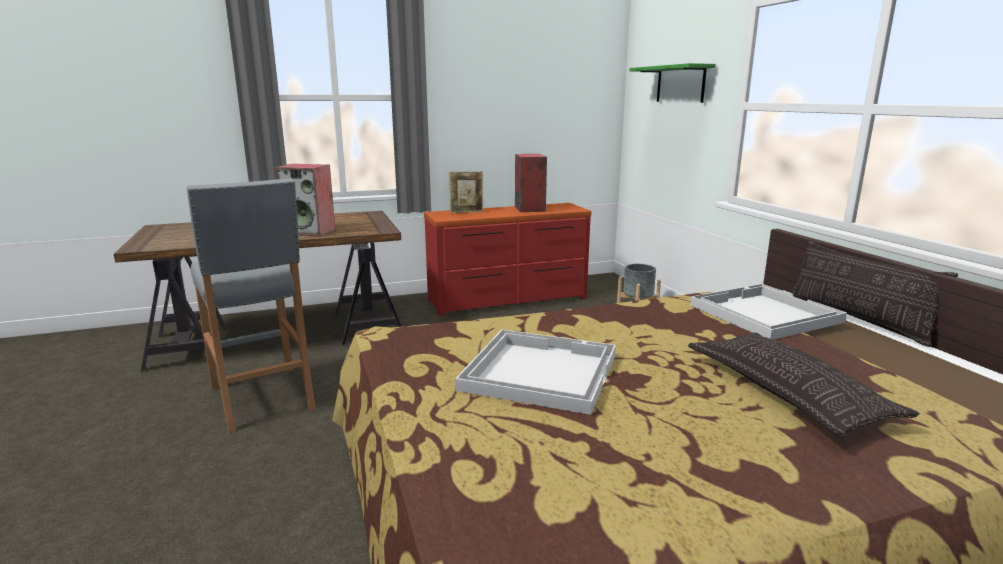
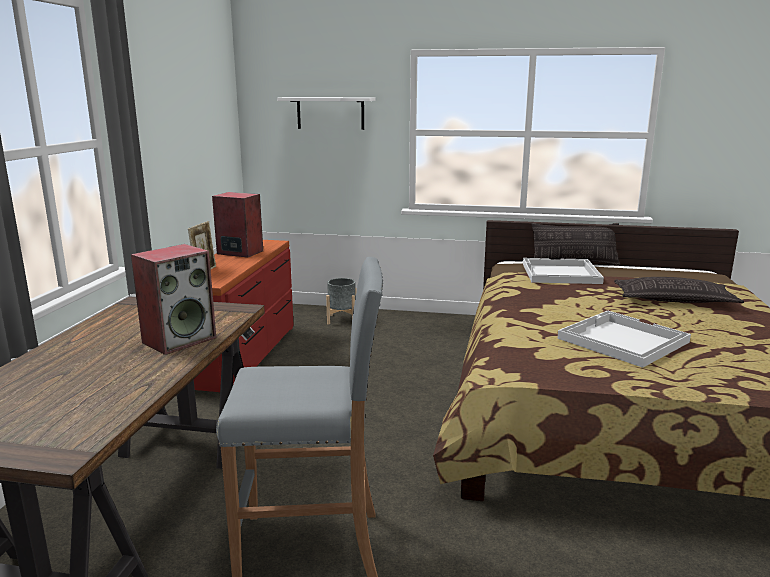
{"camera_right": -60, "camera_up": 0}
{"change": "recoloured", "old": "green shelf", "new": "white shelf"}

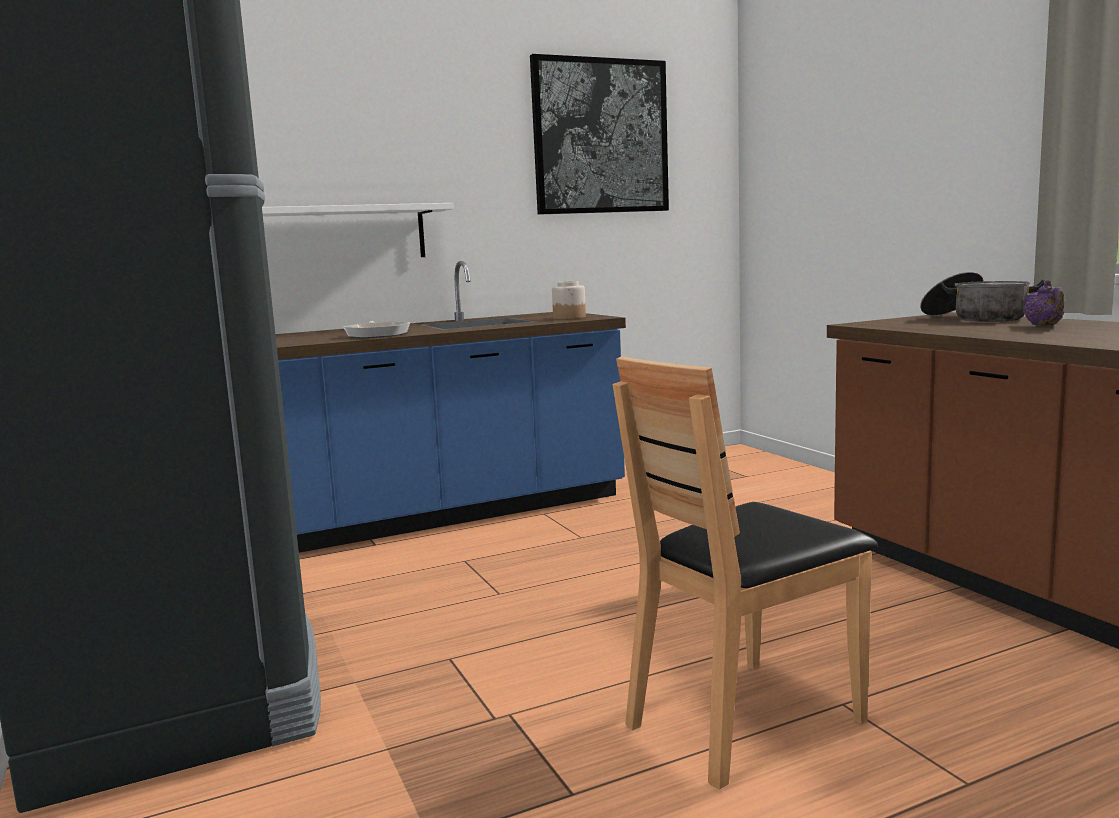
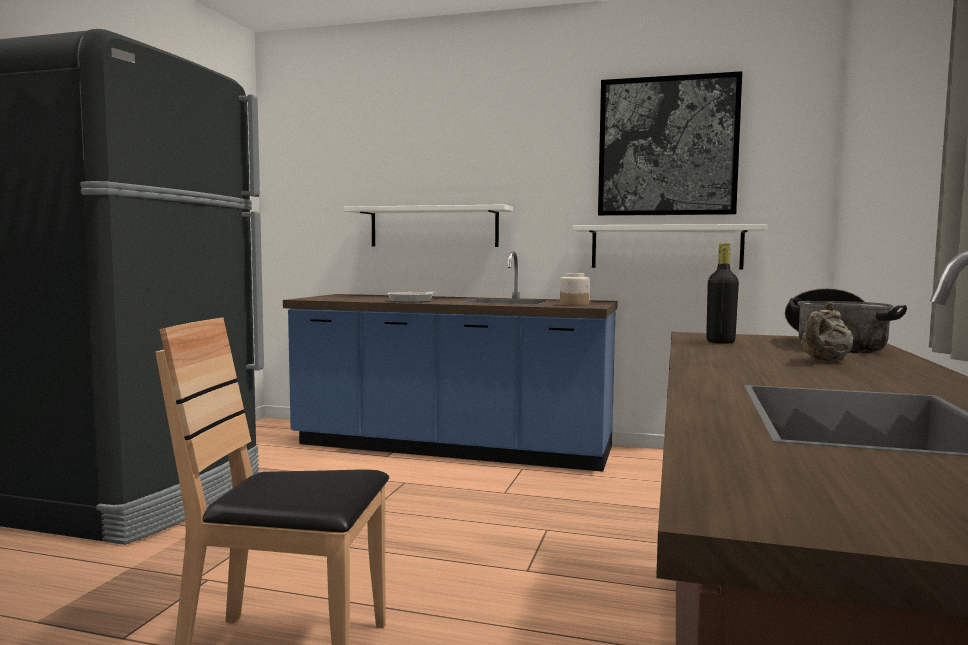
{"camera_right": 40, "camera_up": -5}
{"change": "recoloured", "old": "purple teapot", "new": "beige teapot"}
{"change": "added", "new": "white shelf (2nd from left)"}
{"change": "added", "new": "black bottle"}

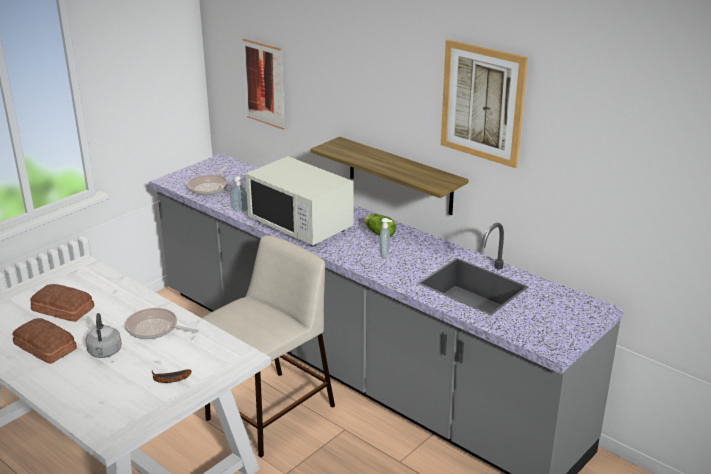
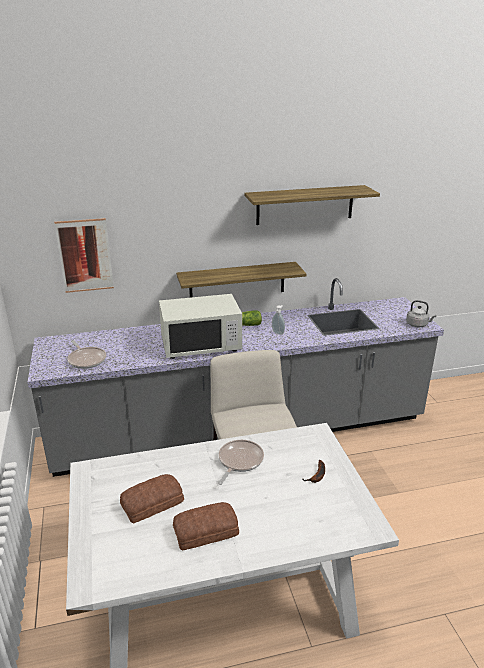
{"camera_right": -55, "camera_up": 0}
{"change": "replaced", "old": "picture (2nd from left)", "new": "shelf (2nd from left)"}
{"change": "removed", "old": "soap dispenser (1st from left)"}
{"change": "turned", "old": "frying pan (1st from left in the first image)", "degrees": 150}
{"change": "moved", "old": "grey kettle"}

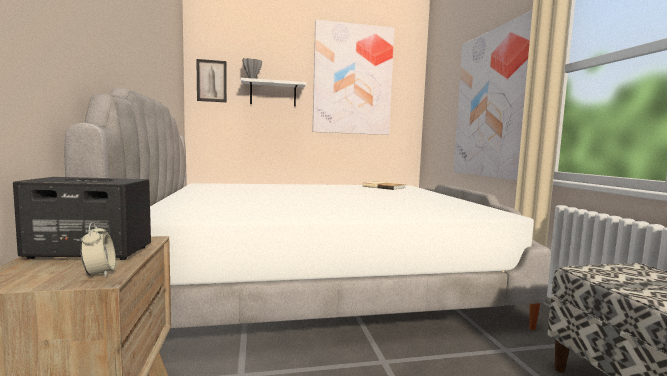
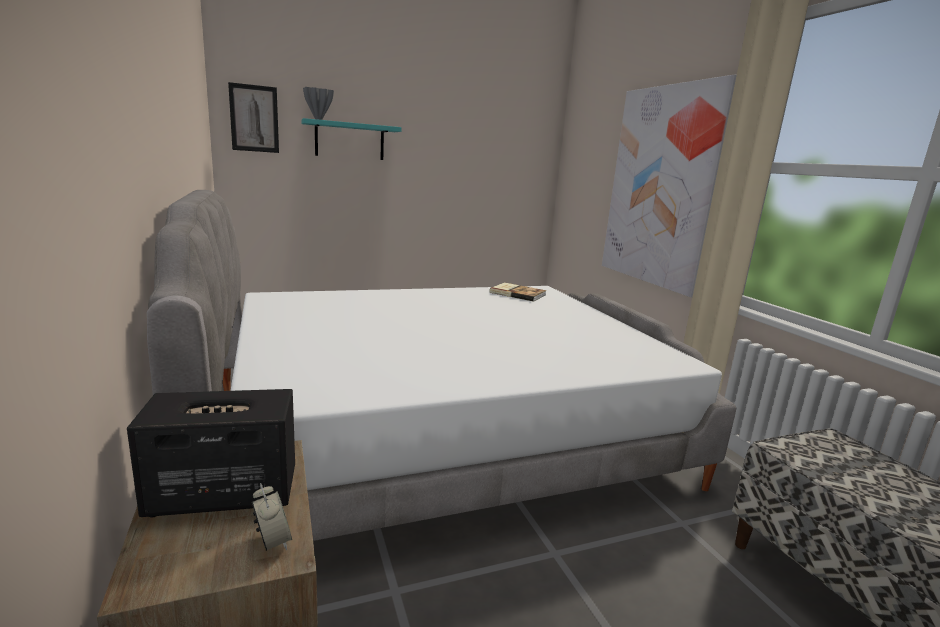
{"camera_right": -10, "camera_up": 10}
{"change": "removed", "old": "picture (2nd from left)"}
{"change": "recoloured", "old": "white shelf", "new": "turquoise shelf"}

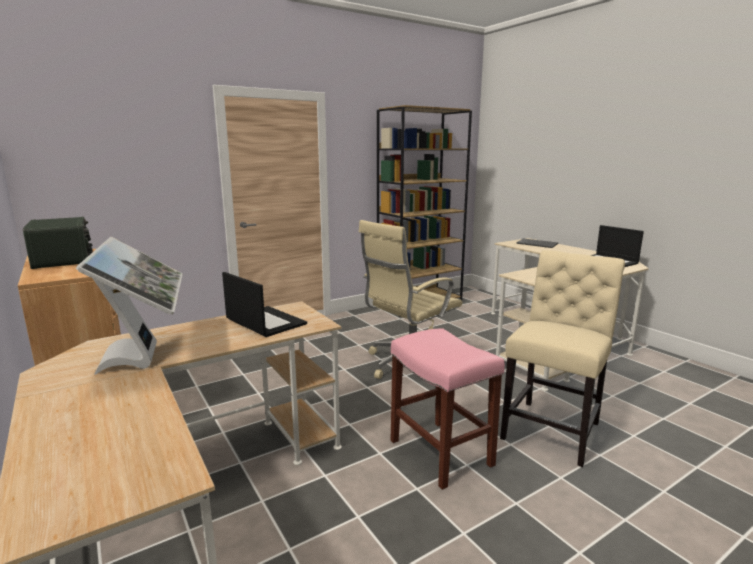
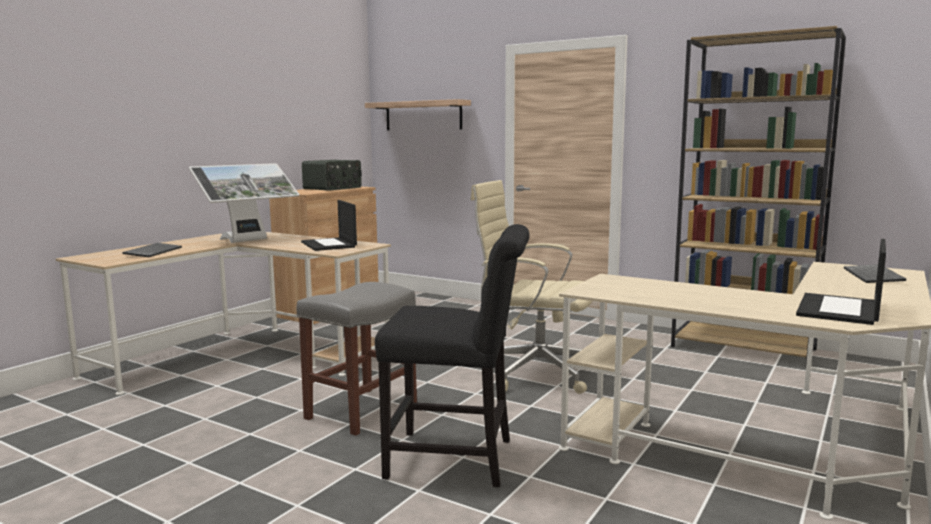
{"camera_right": 65, "camera_up": -5}
{"change": "recoloured", "old": "beige chair", "new": "black chair"}
{"change": "turned", "old": "laptop (1st from left)", "degrees": 135}
{"change": "recoloured", "old": "pink stool", "new": "grey stool"}
{"change": "added", "new": "shelf"}
{"change": "added", "new": "keyboard (1st from left)"}

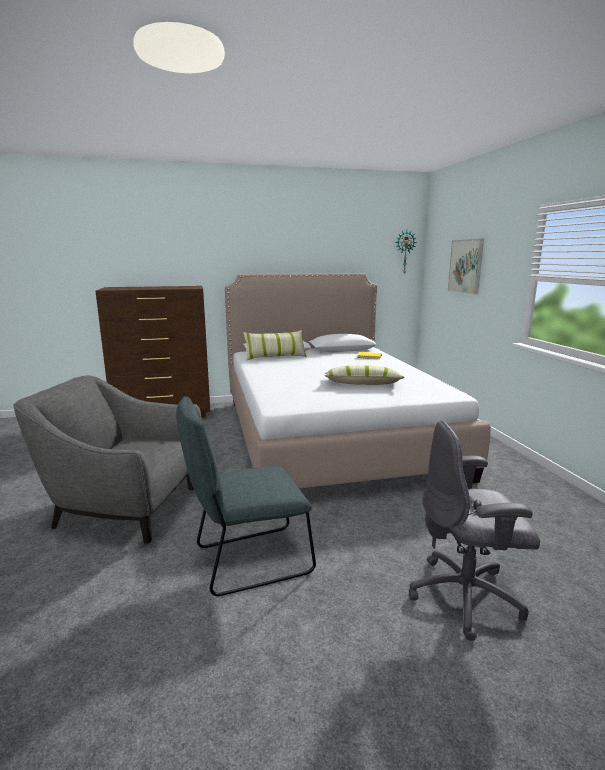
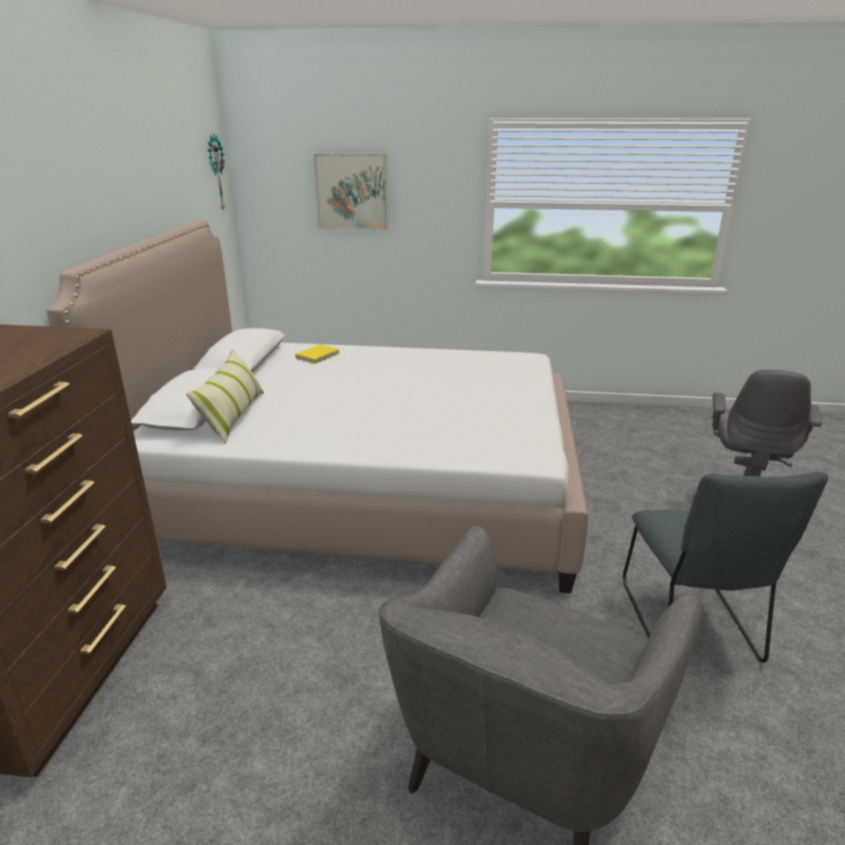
{"camera_right": -70, "camera_up": 10}
{"change": "removed", "old": "pillow (2nd from left)"}

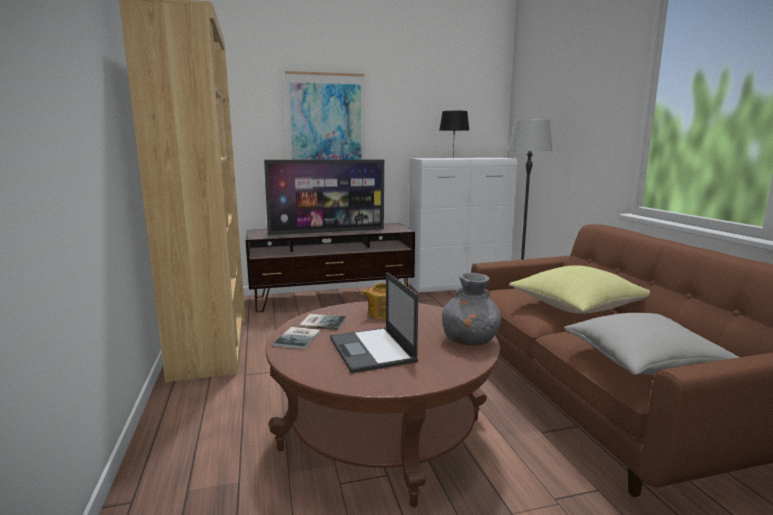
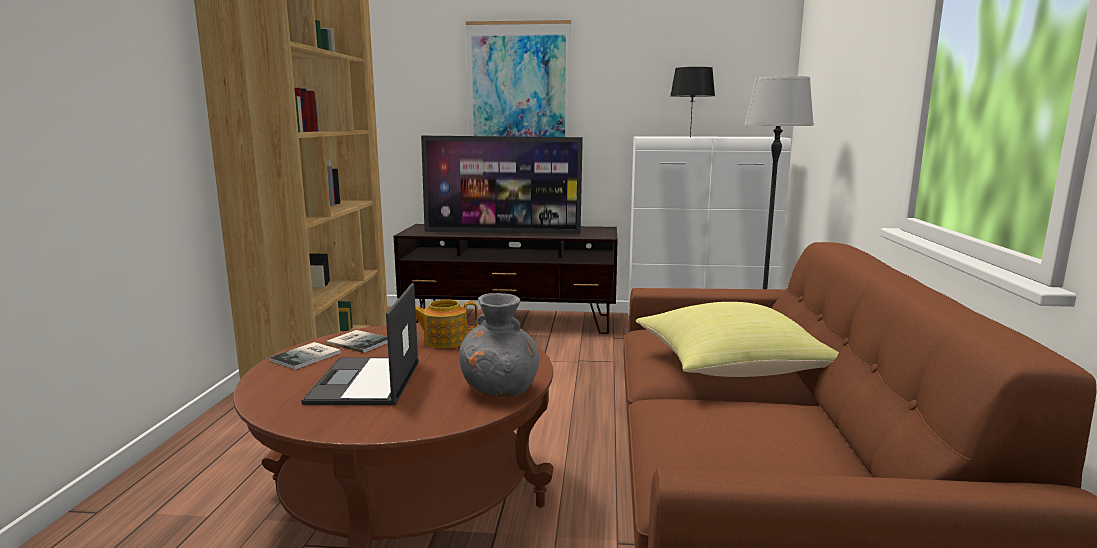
{"camera_right": 20, "camera_up": 0}
{"change": "removed", "old": "grey pillow"}

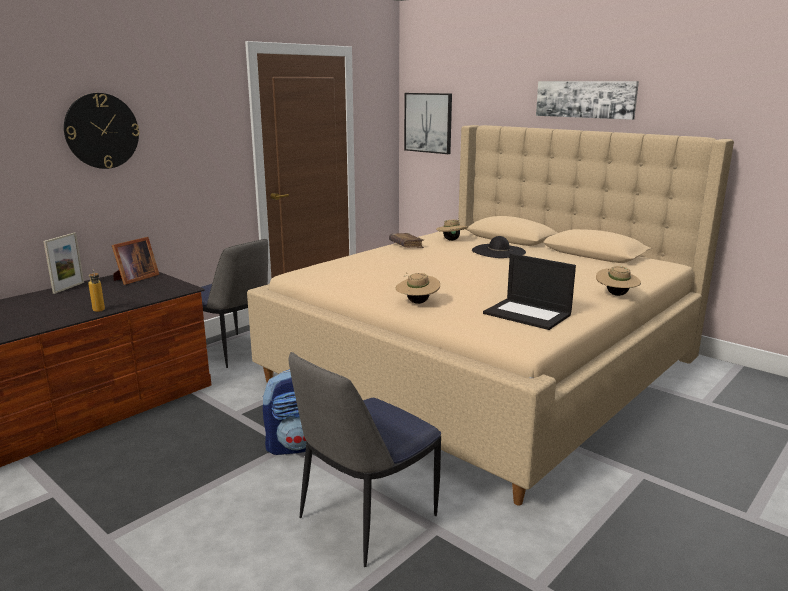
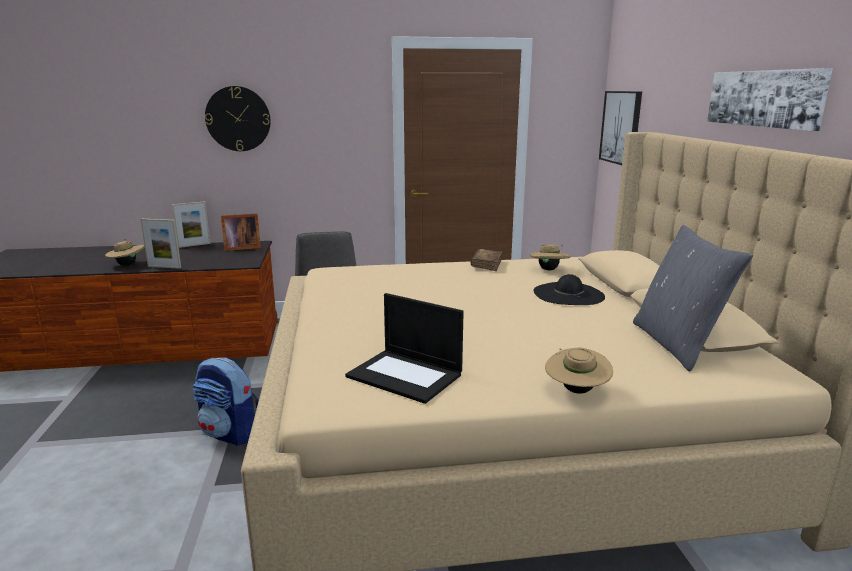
{"camera_right": 40, "camera_up": 0}
{"change": "turned", "old": "laptop", "degrees": -45}
{"change": "replaced", "old": "bottle", "new": "picture frame (1st from left)"}
{"change": "moved", "old": "beige hat (1st from left)"}
{"change": "removed", "old": "chair (2nd from left)"}
{"change": "added", "new": "grey pillow"}

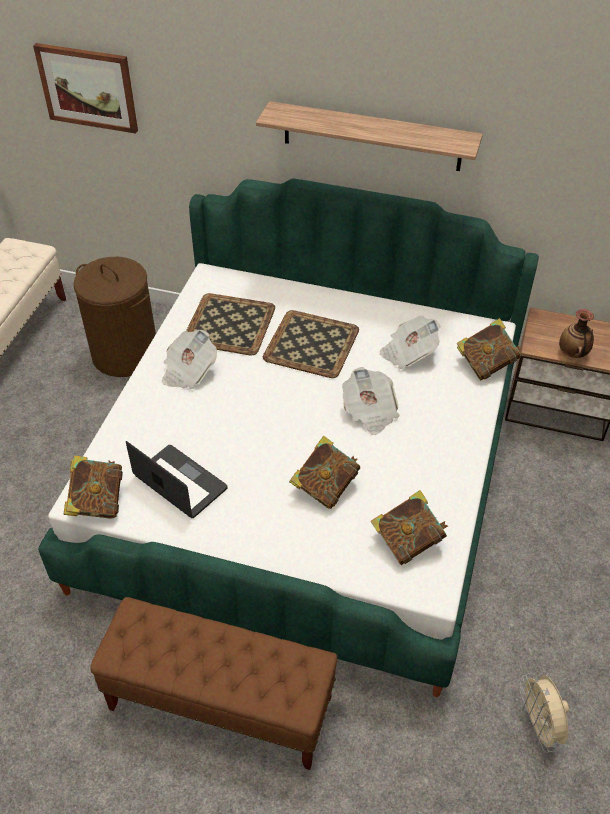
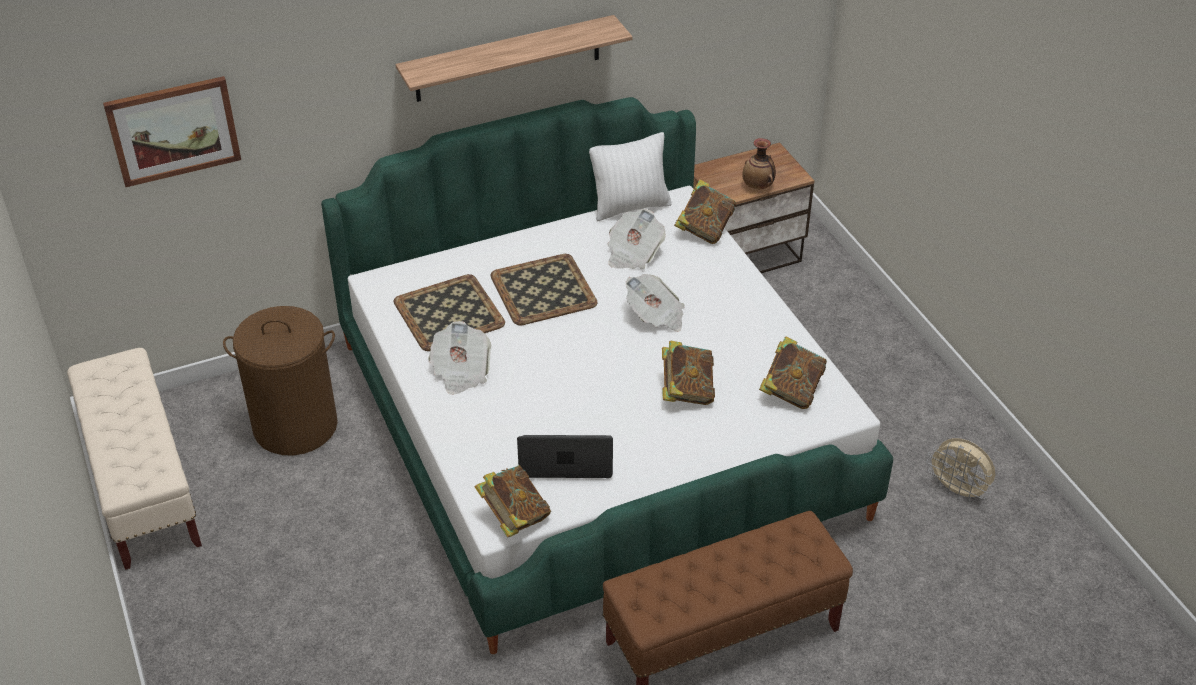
{"camera_right": -40, "camera_up": -5}
{"change": "added", "new": "white pillow"}

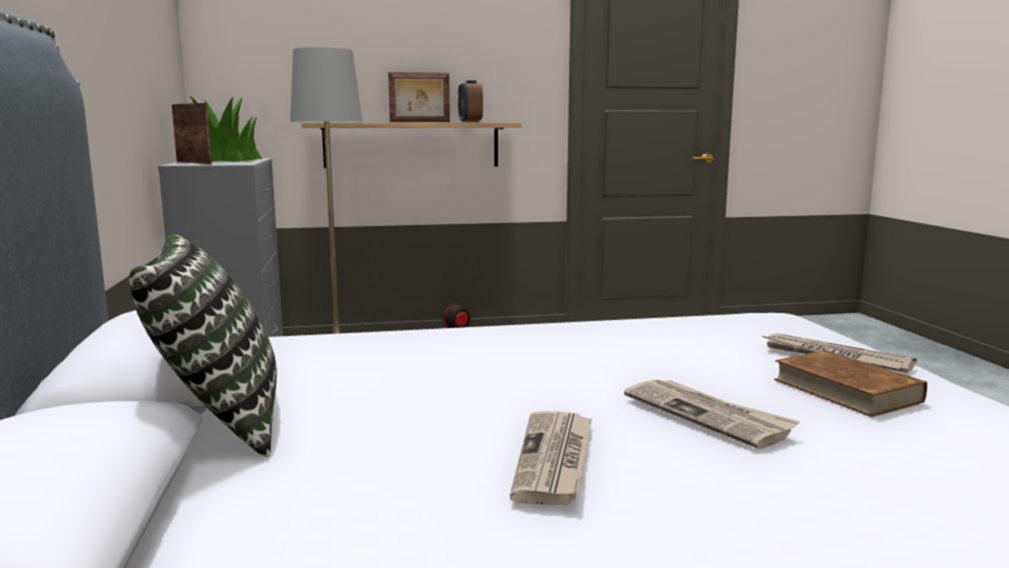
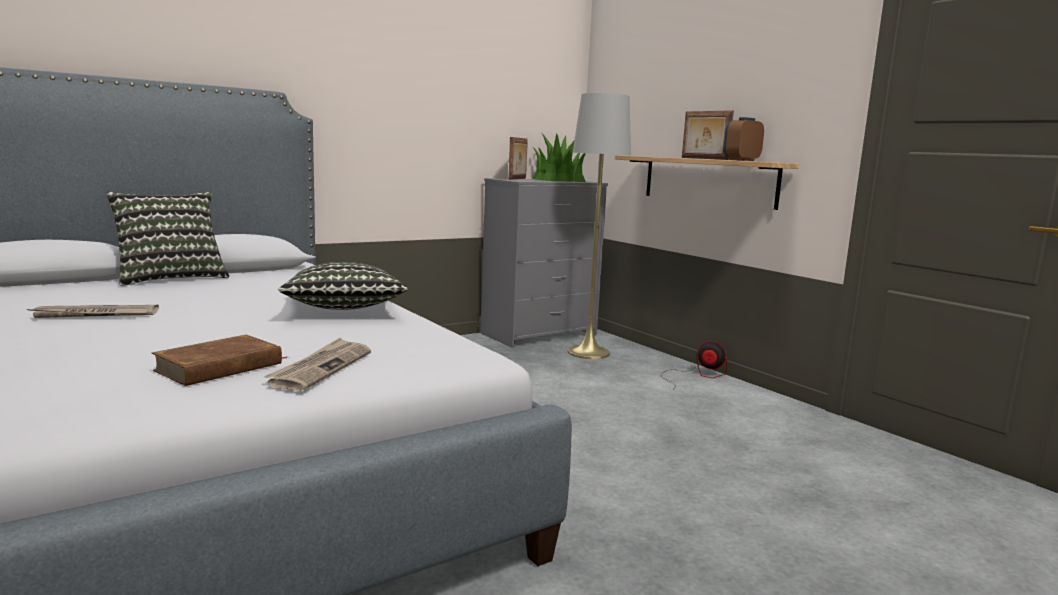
{"camera_right": 65, "camera_up": 0}
{"change": "removed", "old": "newspaper (2nd from left)"}
{"change": "added", "new": "pillow (2nd from left)"}

